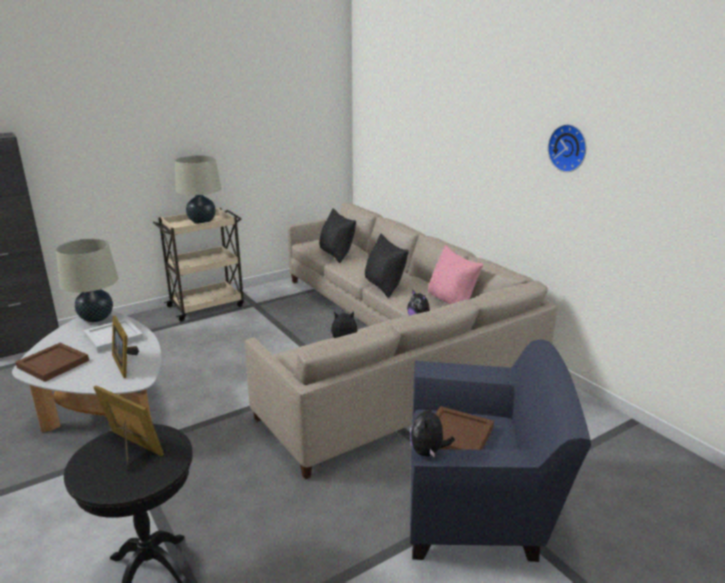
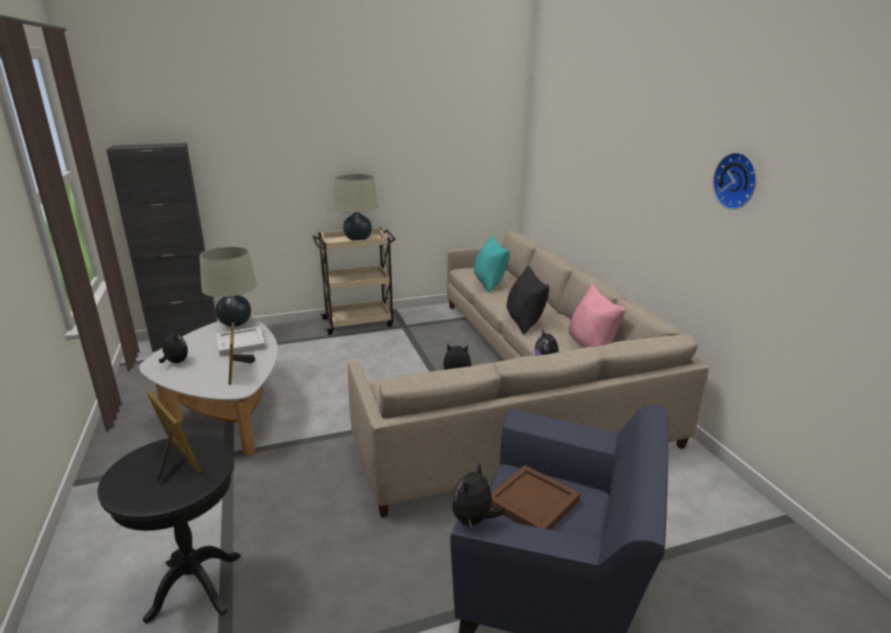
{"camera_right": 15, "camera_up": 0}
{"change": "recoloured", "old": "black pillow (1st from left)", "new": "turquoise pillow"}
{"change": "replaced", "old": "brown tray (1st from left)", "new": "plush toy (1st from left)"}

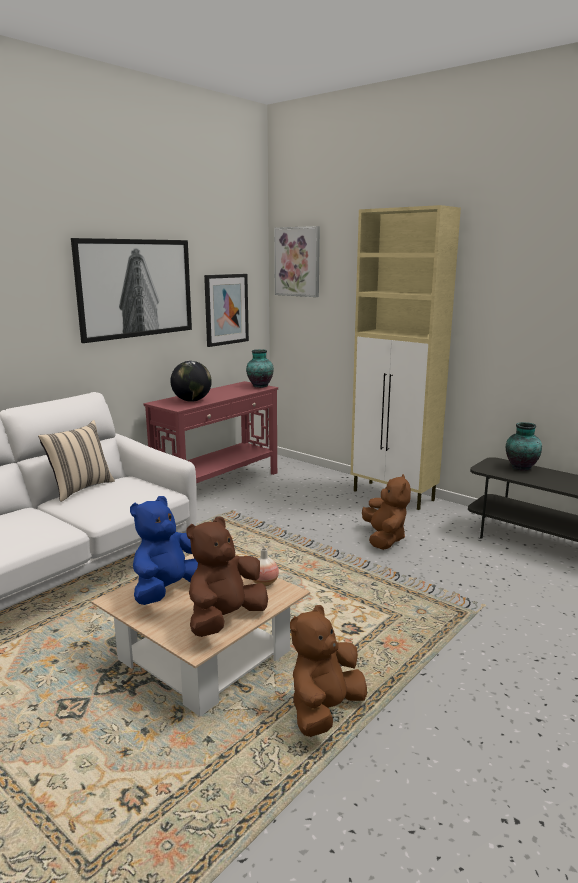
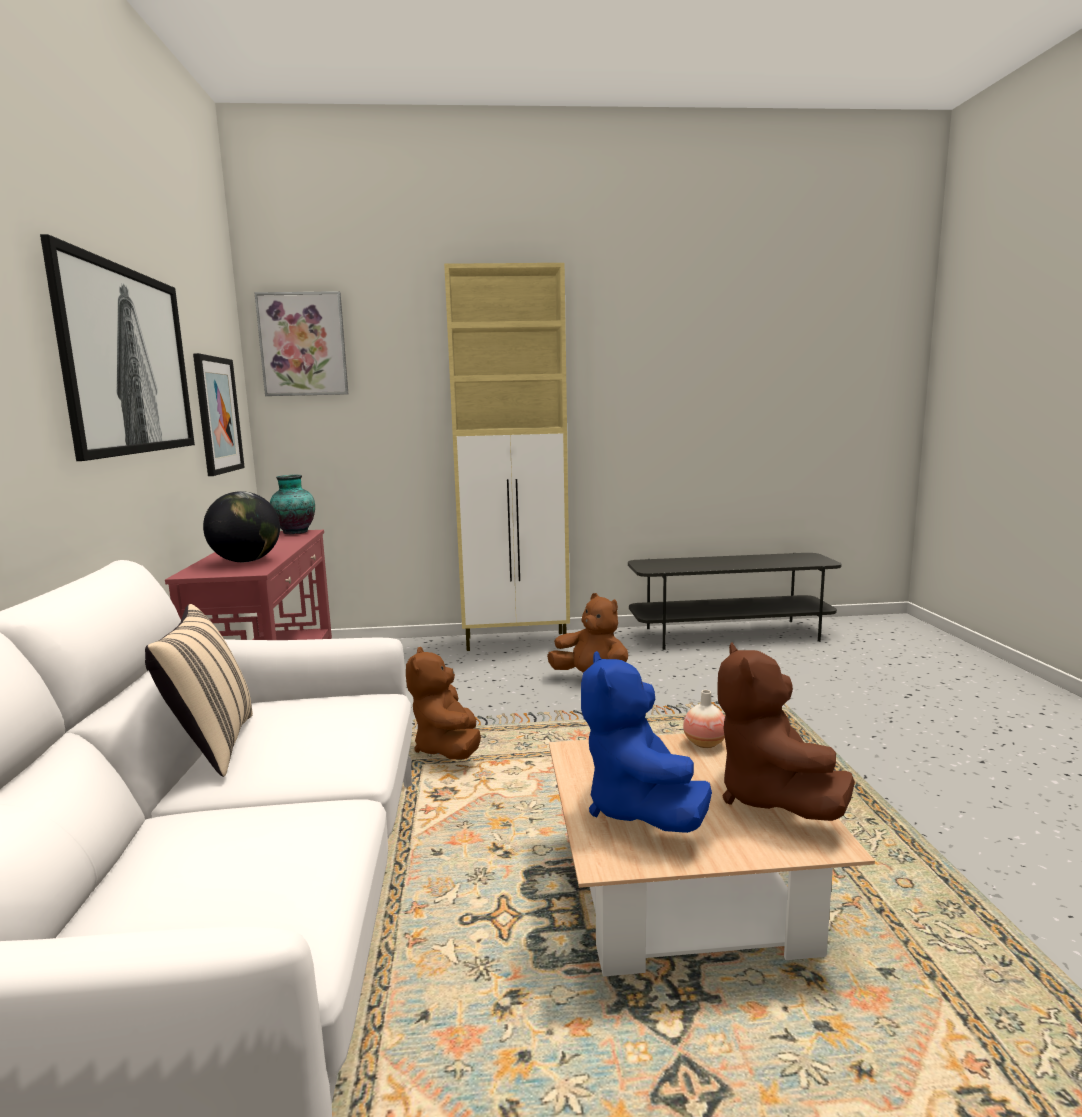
{"camera_right": -45, "camera_up": -5}
{"change": "removed", "old": "vase (3rd from left)"}
{"change": "moved", "old": "brown plush toy (2nd from left in the first image)", "new": "brown plush toy (1st from left)"}

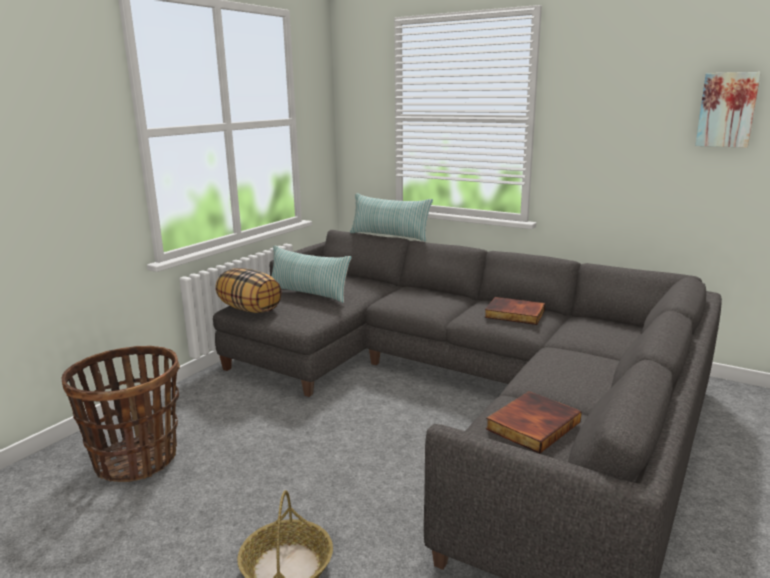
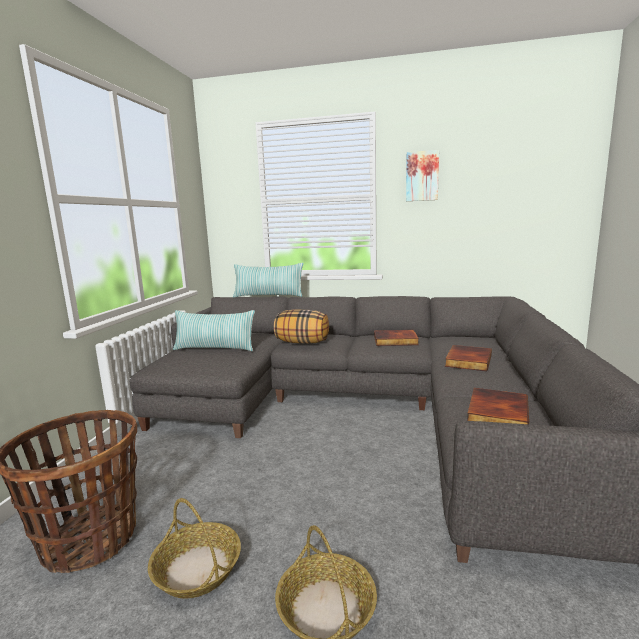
{"camera_right": -20, "camera_up": -5}
{"change": "moved", "old": "picture"}
{"change": "moved", "old": "pillow (1st from left in the first image)", "new": "pillow (3rd from left)"}
{"change": "added", "new": "book (2nd from left)"}
{"change": "added", "new": "basket (2nd from left)"}

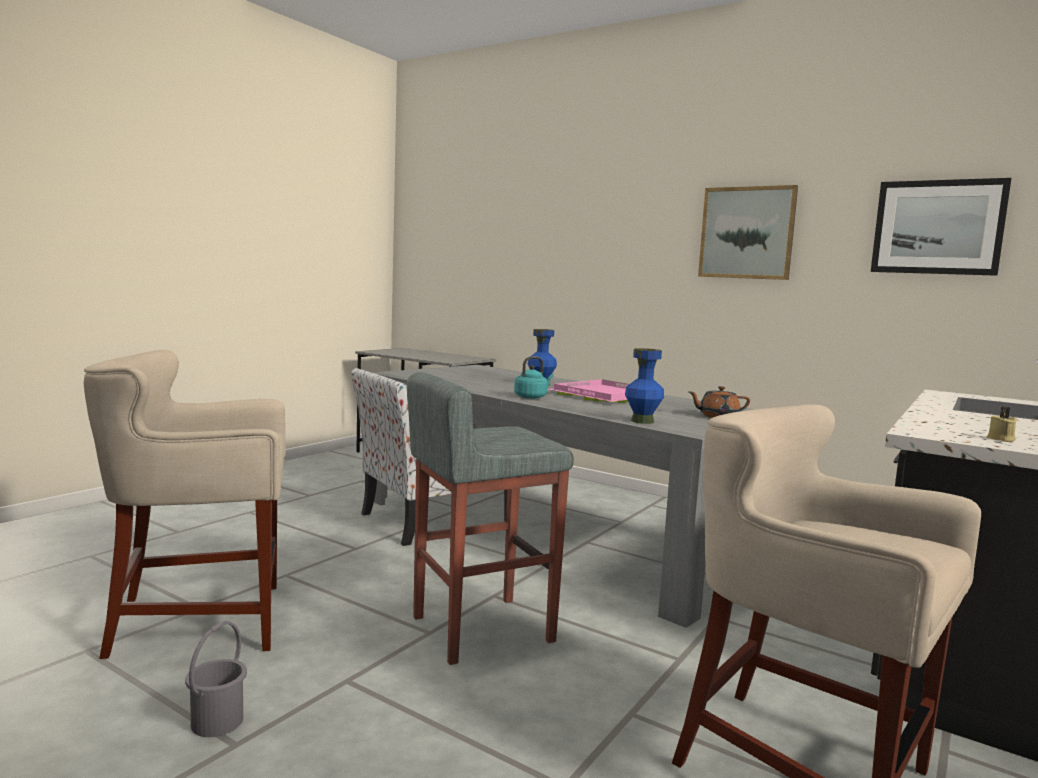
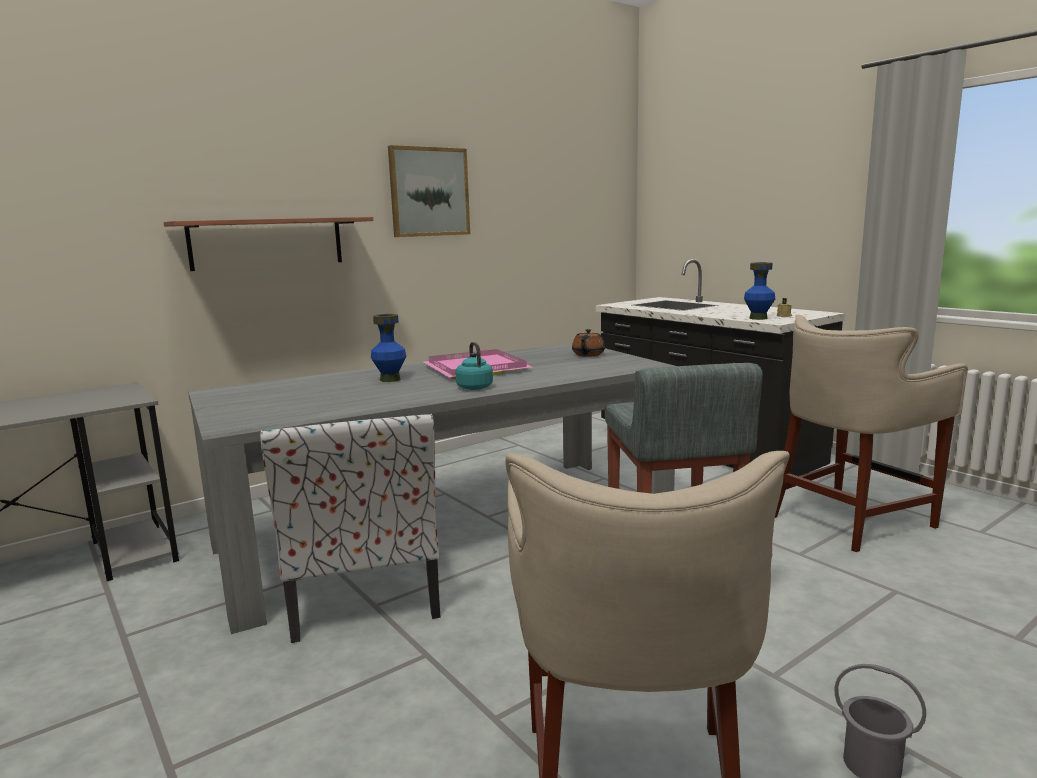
{"camera_right": -70, "camera_up": 5}
{"change": "removed", "old": "picture (2nd from left)"}
{"change": "moved", "old": "blue vase (2nd from left)"}
{"change": "added", "new": "shelf"}

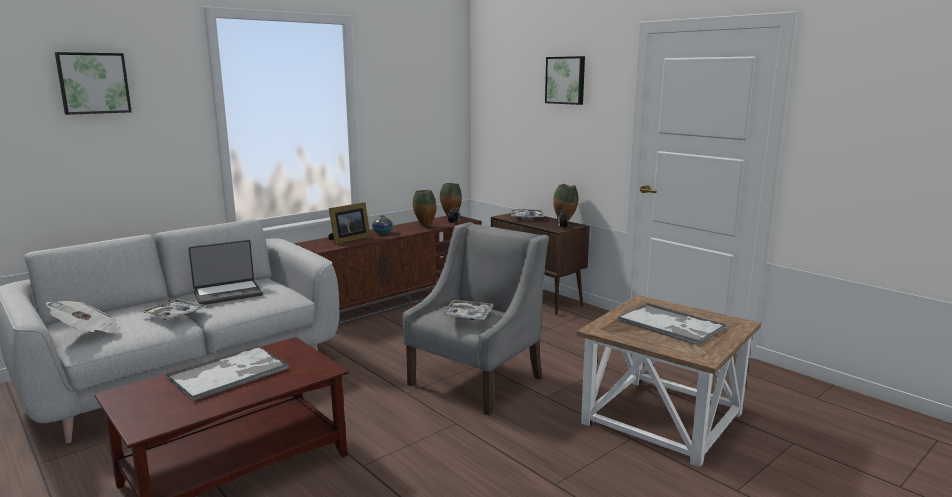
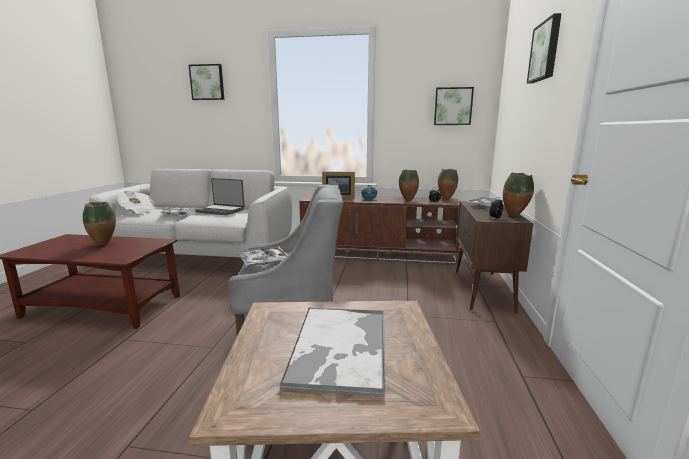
{"camera_right": 50, "camera_up": 0}
{"change": "replaced", "old": "tray (2nd from left)", "new": "vase (1st from left)"}
{"change": "added", "new": "picture (2nd from left)"}

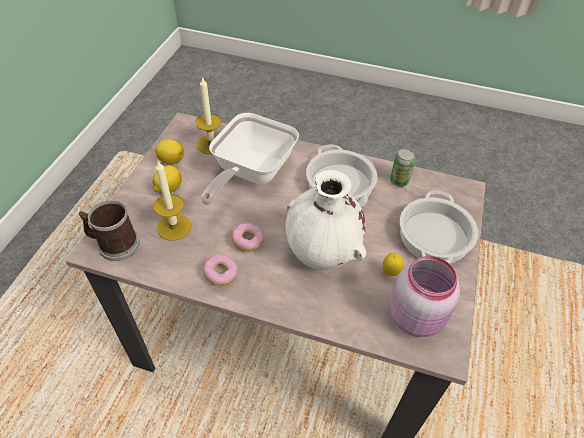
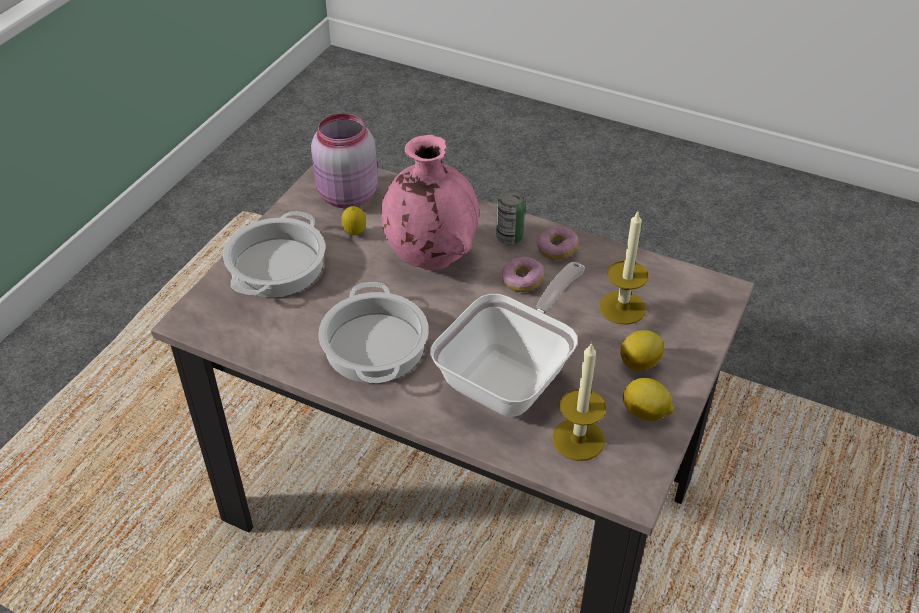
{"camera_right": -170, "camera_up": -5}
{"change": "moved", "old": "can"}
{"change": "recoloured", "old": "white vase", "new": "pink vase"}
{"change": "removed", "old": "mug"}

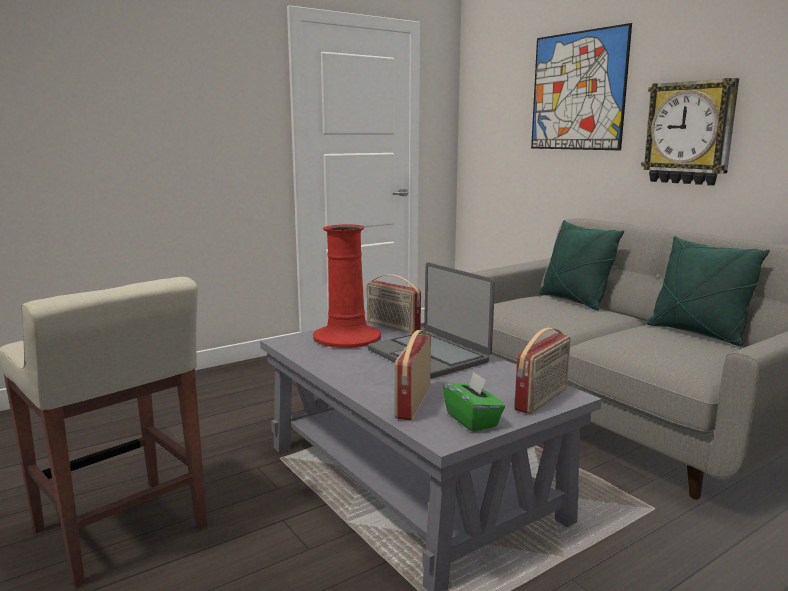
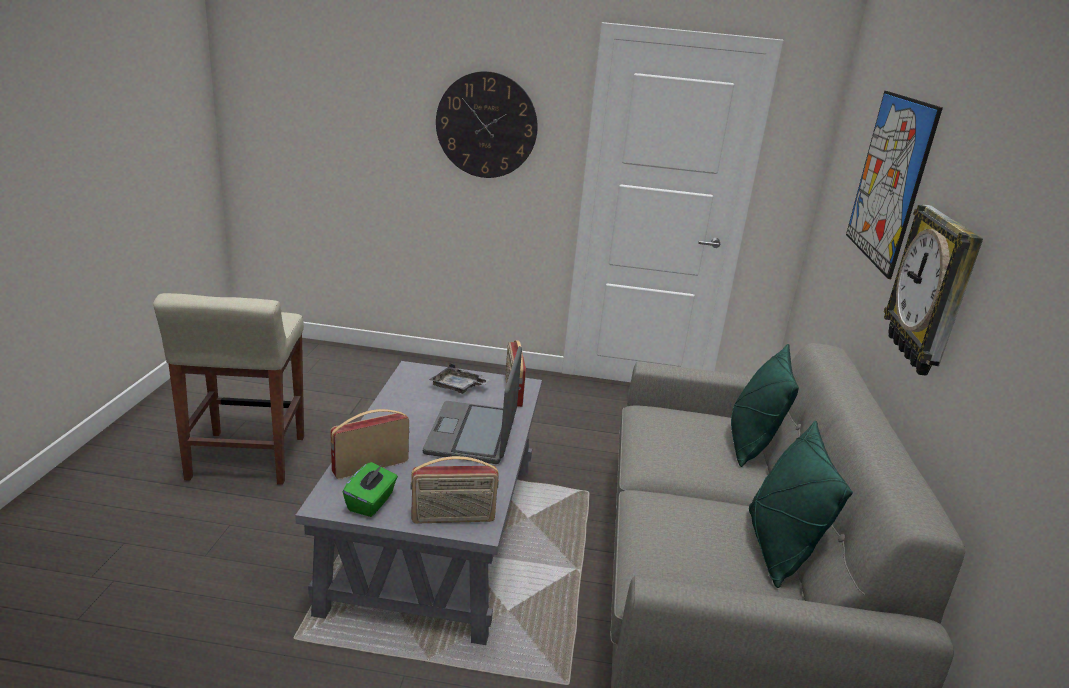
{"camera_right": 40, "camera_up": 10}
{"change": "replaced", "old": "red vase", "new": "grey tray"}
{"change": "added", "new": "wall clock (1st from left)"}

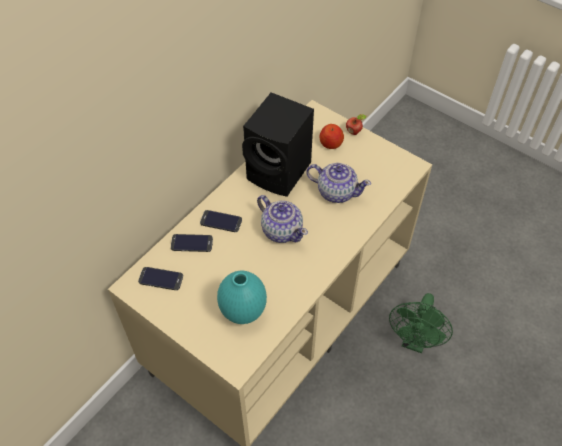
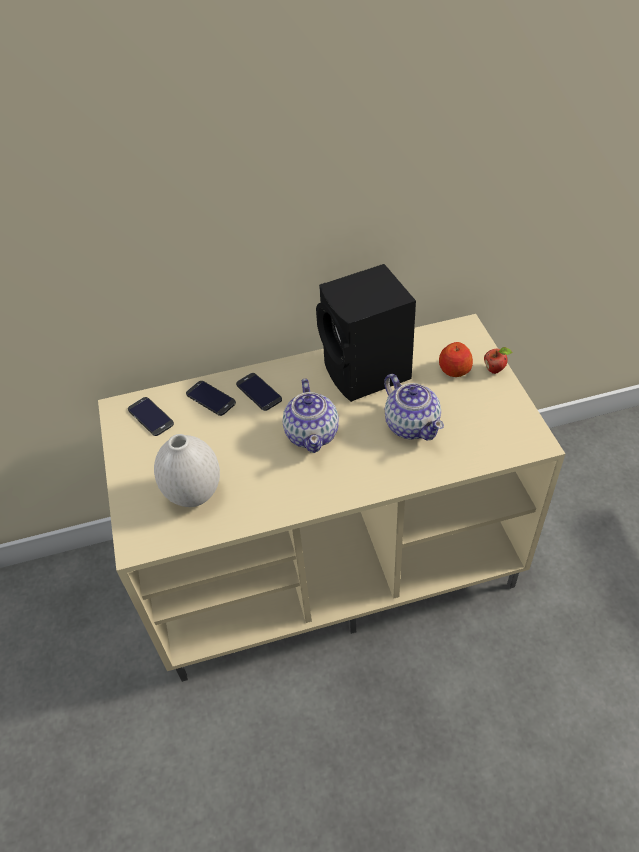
{"camera_right": 40, "camera_up": -5}
{"change": "recoloured", "old": "turquoise vase", "new": "white vase"}
{"change": "removed", "old": "green fan"}

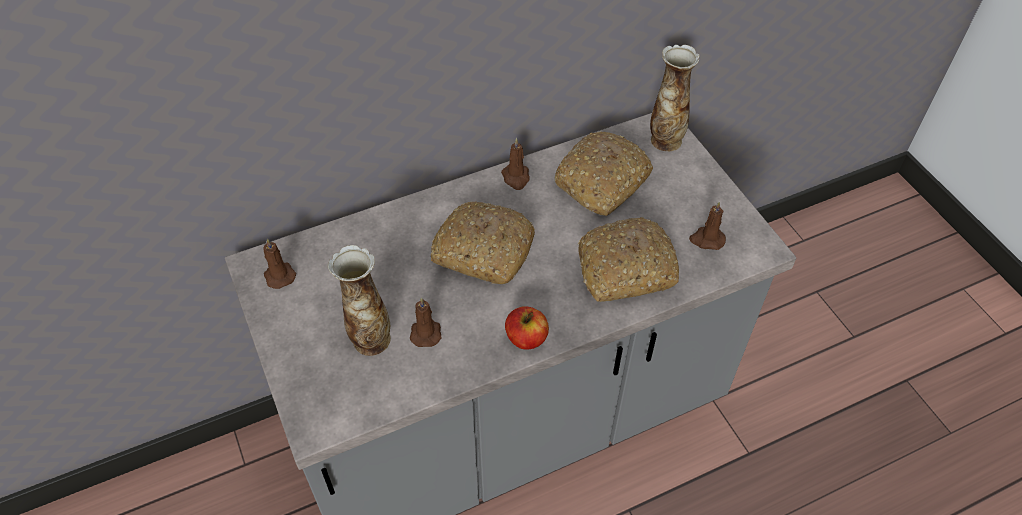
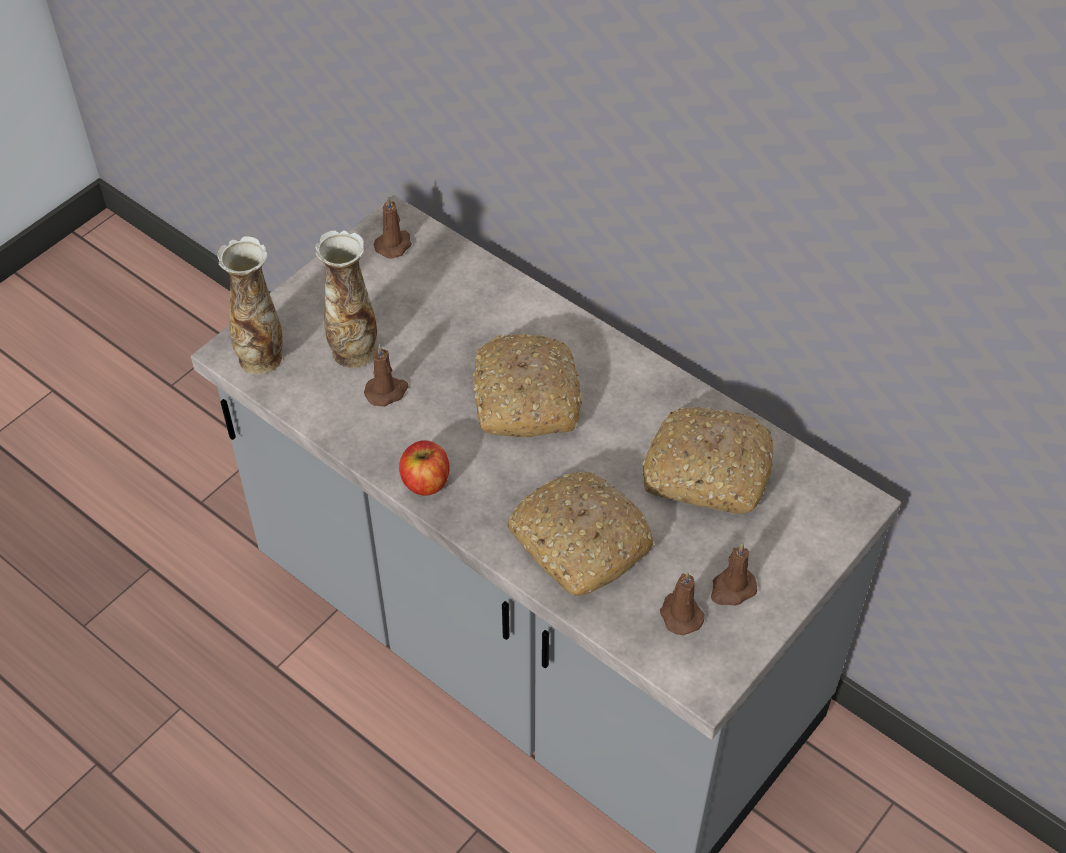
{"camera_right": 65, "camera_up": 0}
{"change": "moved", "old": "vase (2nd from left in the first image)", "new": "vase (1st from left)"}
{"change": "moved", "old": "brown candle (3rd from left in the first image)", "new": "brown candle (4th from left)"}

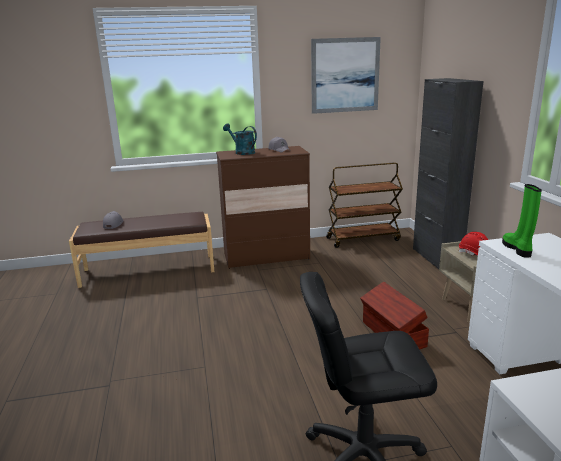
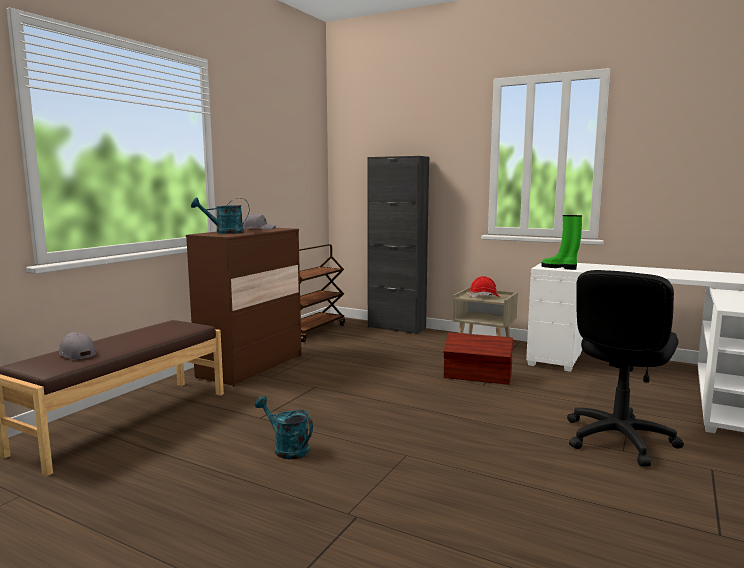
{"camera_right": -50, "camera_up": -10}
{"change": "removed", "old": "picture"}
{"change": "added", "new": "turquoise watering can (2nd from left)"}

